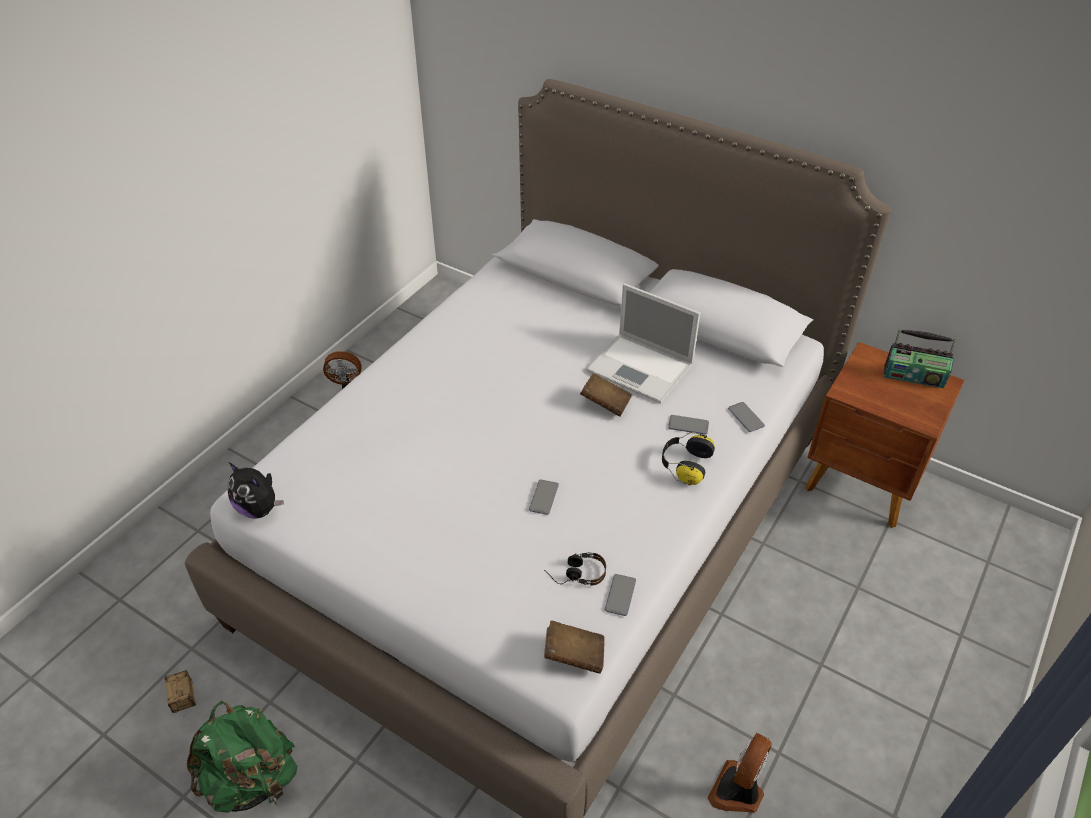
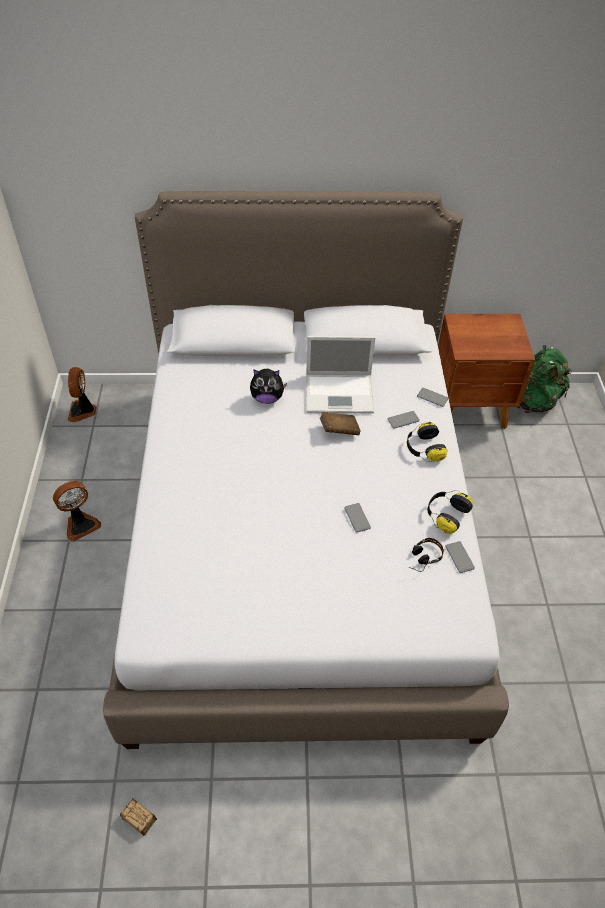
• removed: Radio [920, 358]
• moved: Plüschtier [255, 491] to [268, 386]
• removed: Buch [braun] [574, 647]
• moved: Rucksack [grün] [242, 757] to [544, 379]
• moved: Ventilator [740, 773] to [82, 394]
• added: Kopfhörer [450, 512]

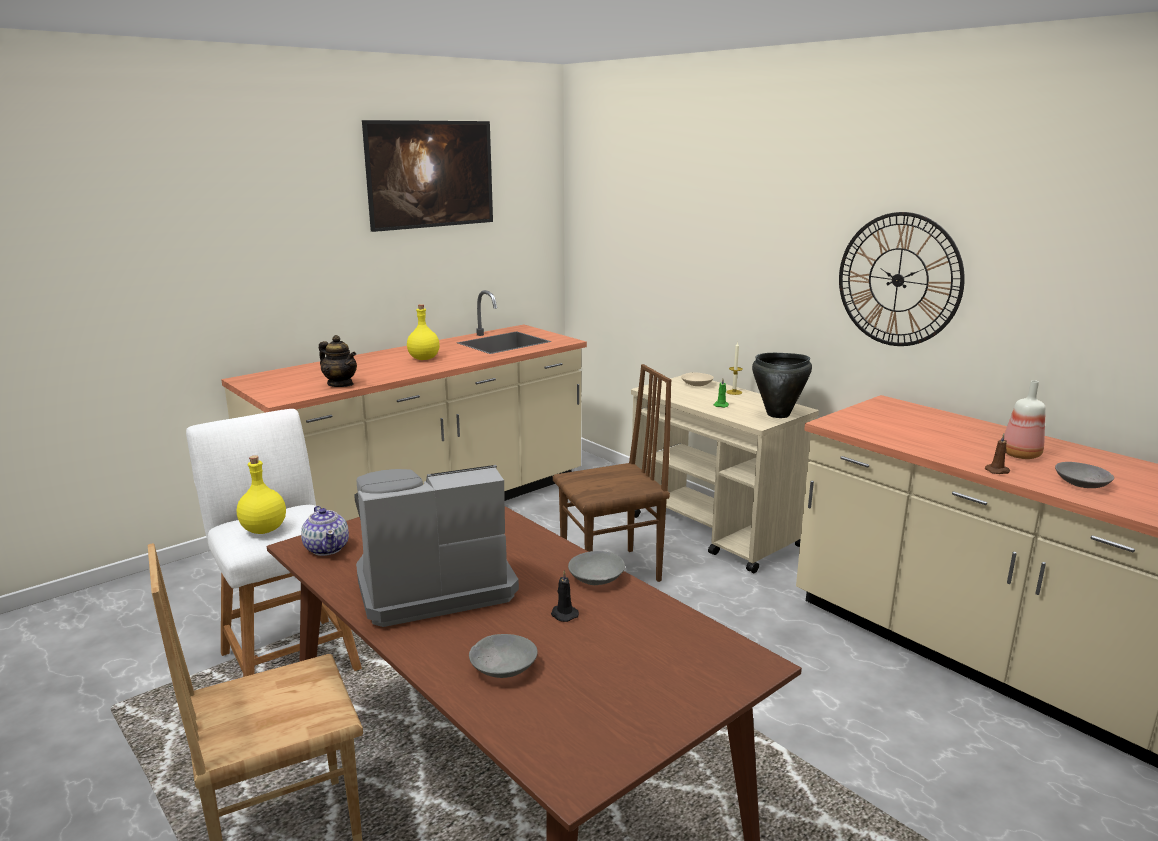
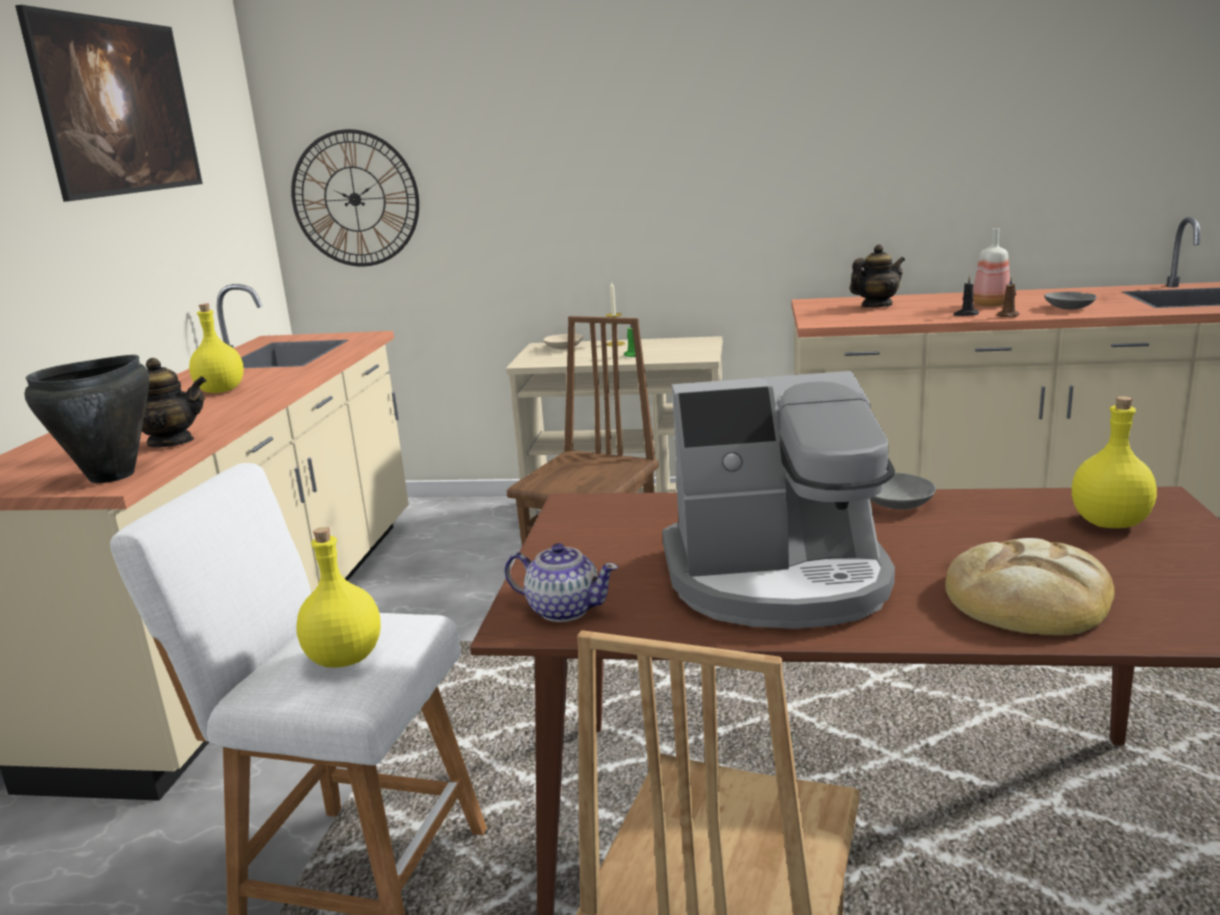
• moved: Wanduhr [902, 279] to [355, 197]
• moved: Kochtopf [schwarz] [782, 385] to [86, 419]
• turned: Kaffeemaschine [436, 546] = [778, 500] 120 degrees counterclockwise
• moved: Kerze [schwarz] [565, 596] to [966, 296]
• replaced: Schüssel [grau] [503, 656] to Brot [1030, 586]
• added: Teekanne [877, 275]
• added: Flasche [gelb] [1114, 462]

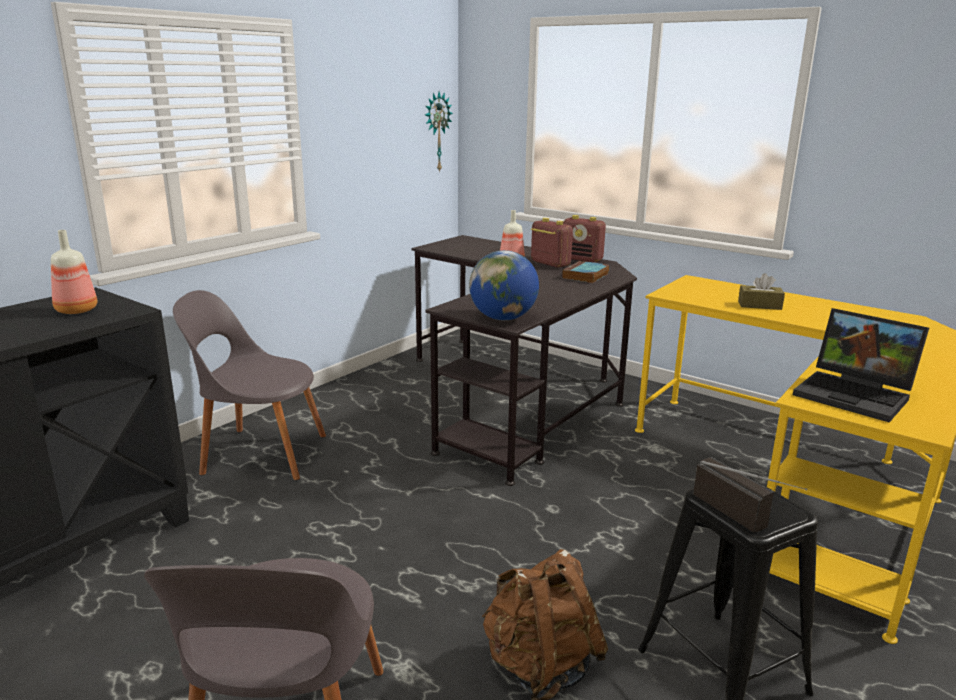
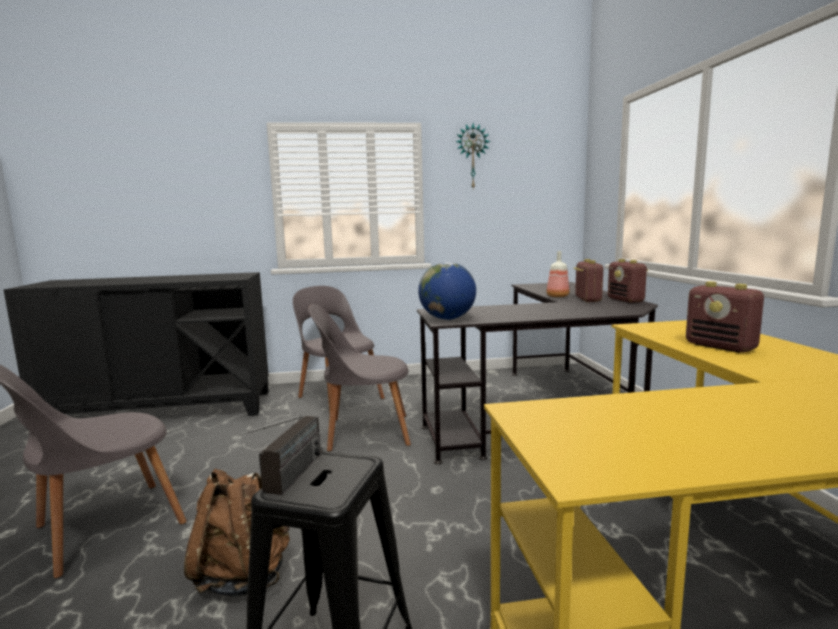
• moved: Wanduhr [439, 132] to [473, 155]
• removed: Flasche [74, 272]
• removed: Buch [585, 272]
• replaced: Taschentuchbox [braun] [761, 291] to Radio [725, 317]
• removed: Laptop [861, 365]
• added: Stuhl [grau] [359, 378]

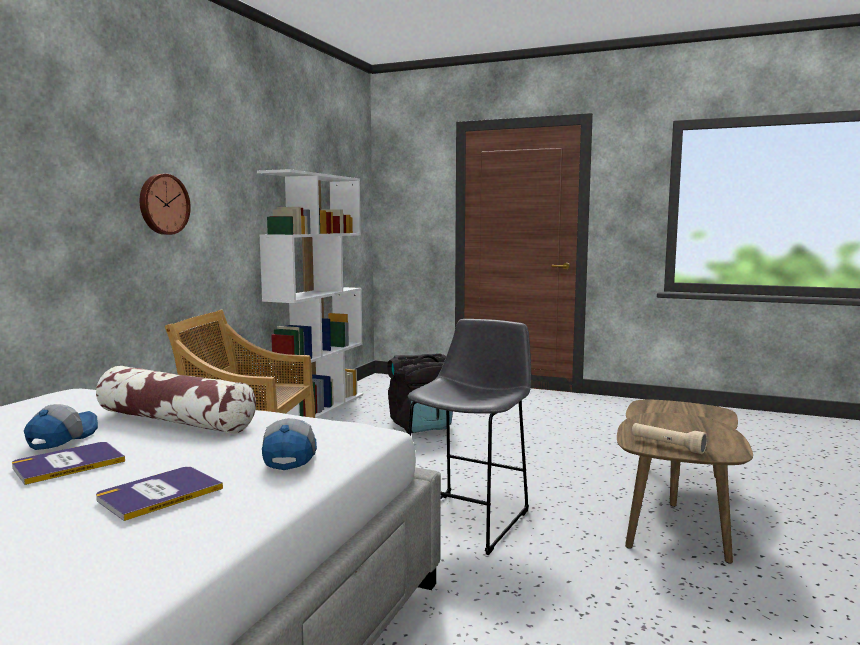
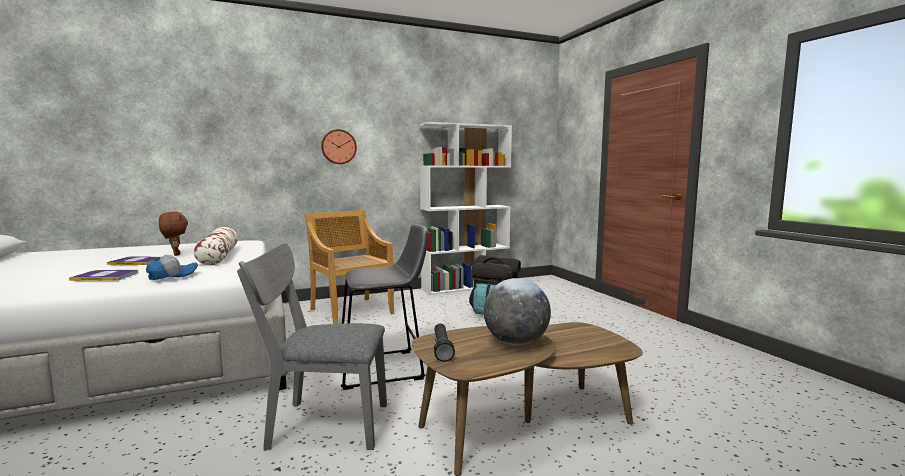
• replaced: Kappe [61, 427] to Plüschtier [braun] [173, 233]
• recoloured: Taschenlampe [beige] [669, 438] to Taschenlampe [schwarz] [444, 342]
• added: Stuhl [grau] [312, 347]
• added: Globus [517, 312]

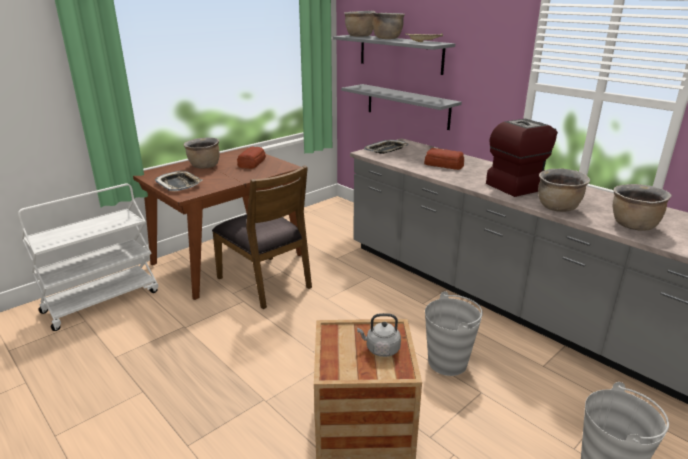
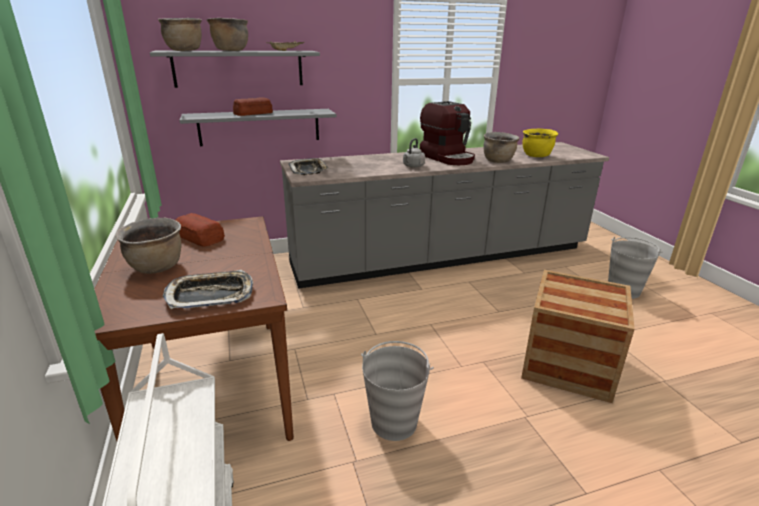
• turned: Kaffeemaschine [522, 157] = [447, 133] 150 degrees clockwise
• moved: Brot [444, 159] to [253, 106]
• removed: Stuhl [braun] [262, 237]
• recoloured: Kochtopf [braun] [642, 207] to Kochtopf [gelb] [540, 142]
• moved: Eimer [grau] [454, 333] to [397, 391]
• moved: Wasserkessel [grau] [379, 335] to [414, 153]

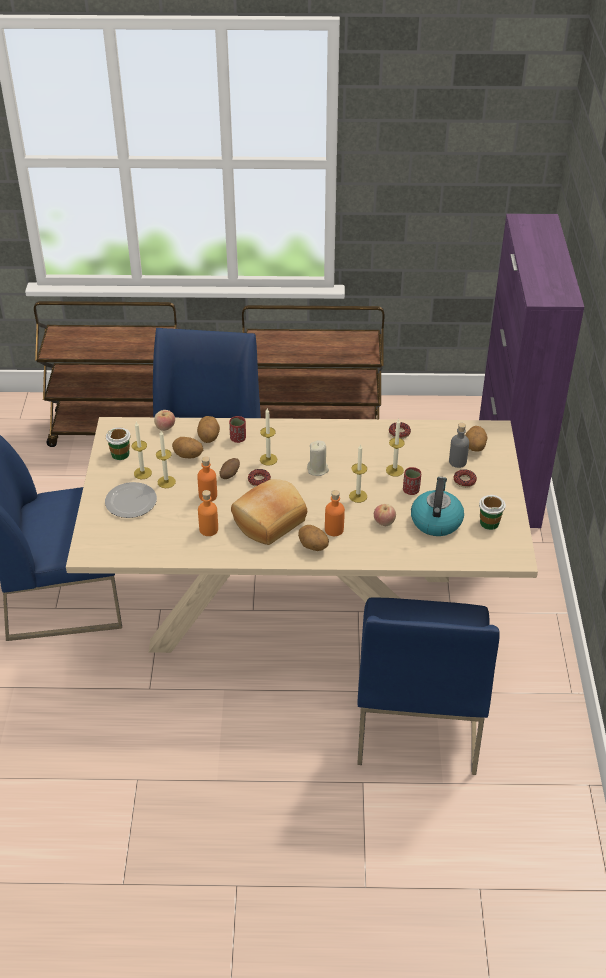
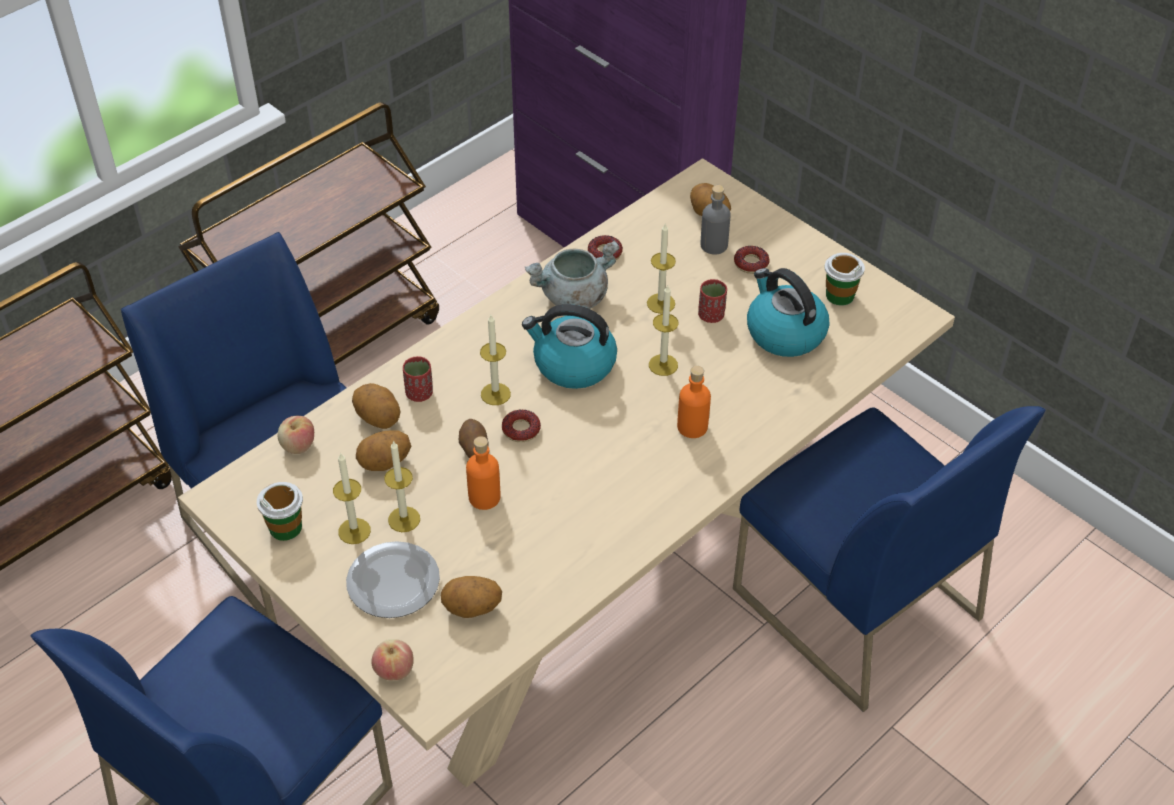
• replaced: Kerze [beige] [318, 458] to Wasserkessel [569, 346]
• removed: Brot [269, 512]
• removed: Flasche [orange] [208, 513]
• moved: Apfel [385, 515] to [392, 659]
• moved: Kartoffel [313, 538] to [471, 597]
• added: Kochtopf [grau] [572, 274]

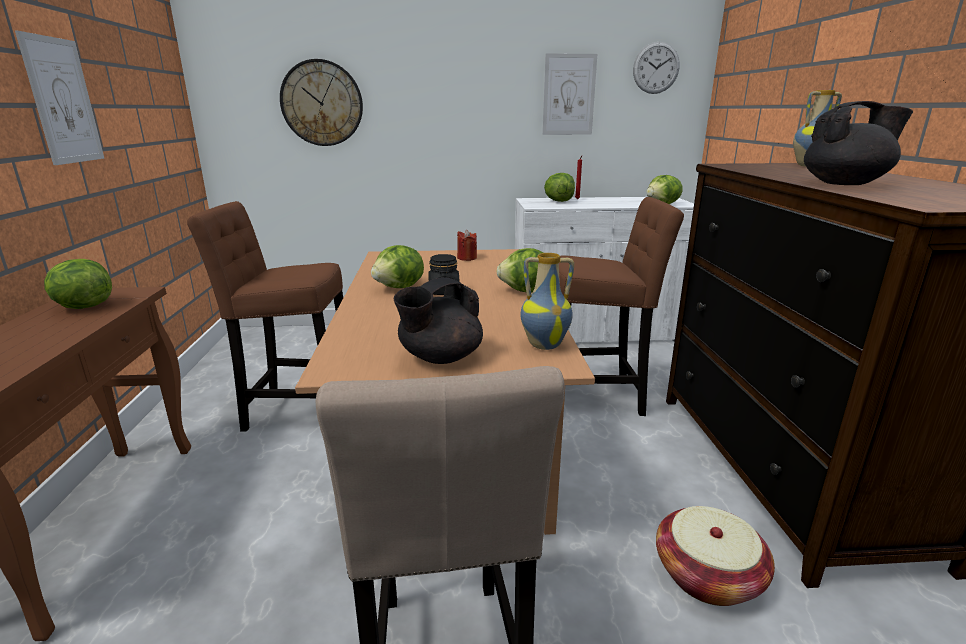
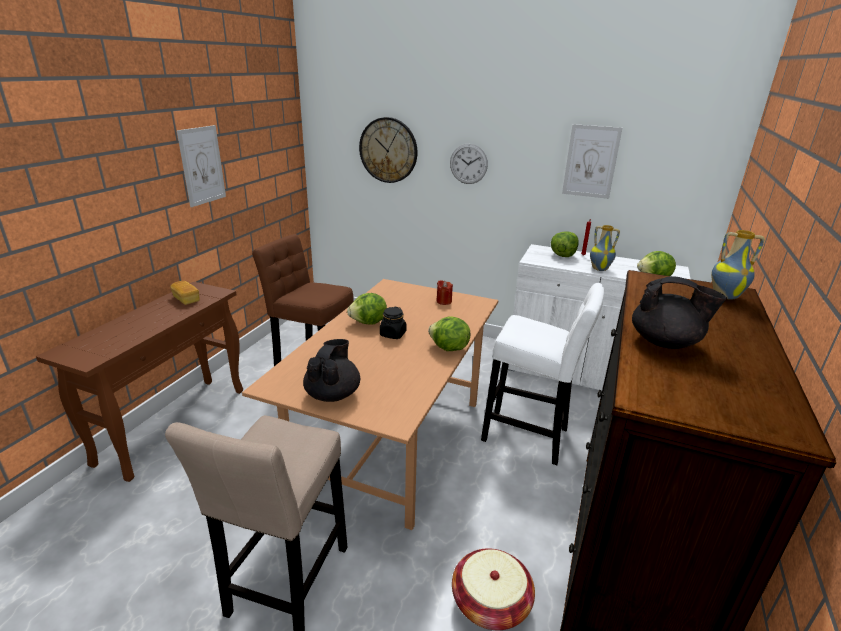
• moved: Wanduhr [656, 68] to [469, 164]
• recoloured: Hocker [braun] [621, 306] to Hocker [weiß] [542, 374]
• moved: Vase [547, 301] to [605, 248]
• replaced: Salatkopf [78, 284] to Brot [185, 293]
• turned: Teekanne [schwarz] [438, 320] = [331, 370] 120 degrees clockwise

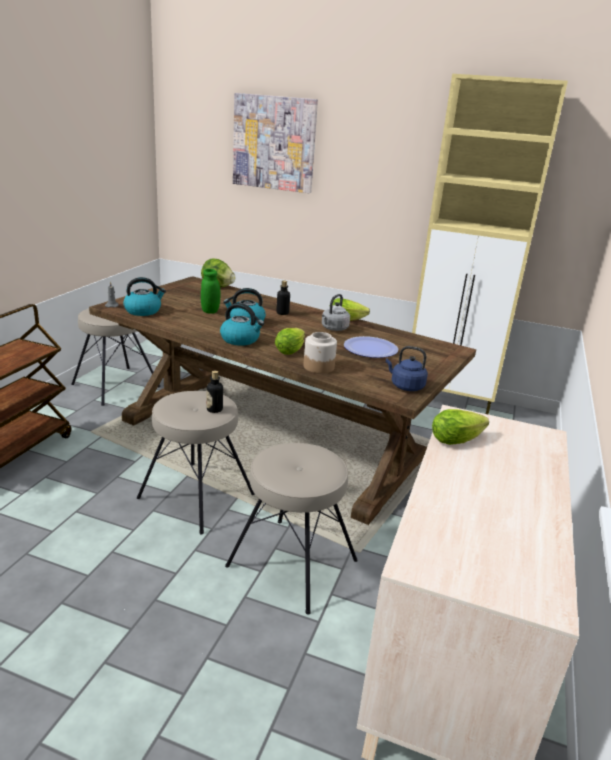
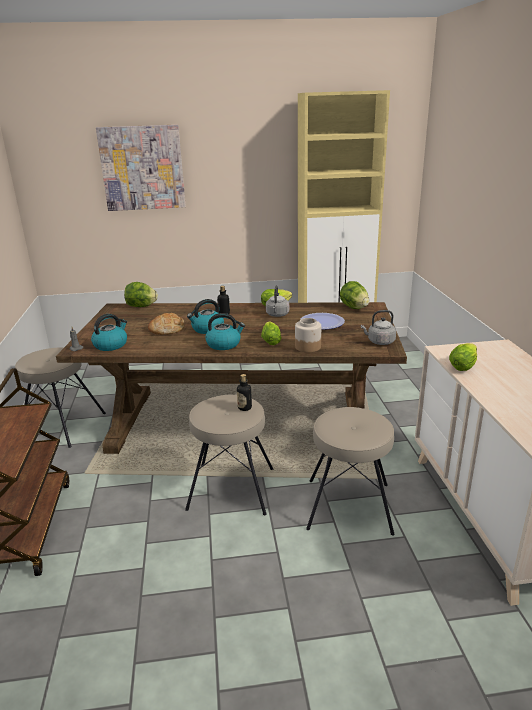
• replaced: Vorratsglas [grün] [211, 291] to Brot [166, 324]
• recoloured: Wasserkessel [blau] [407, 368] to Wasserkessel [grau] [378, 327]
• added: Salatkopf [354, 295]

